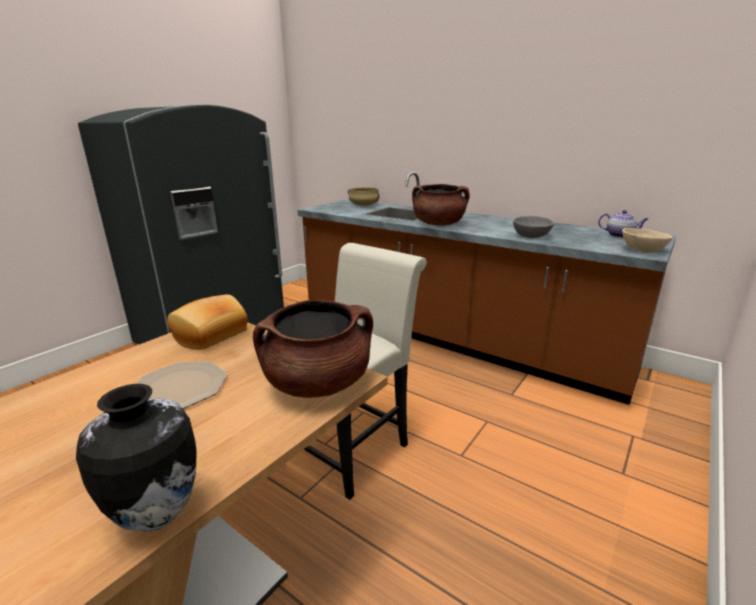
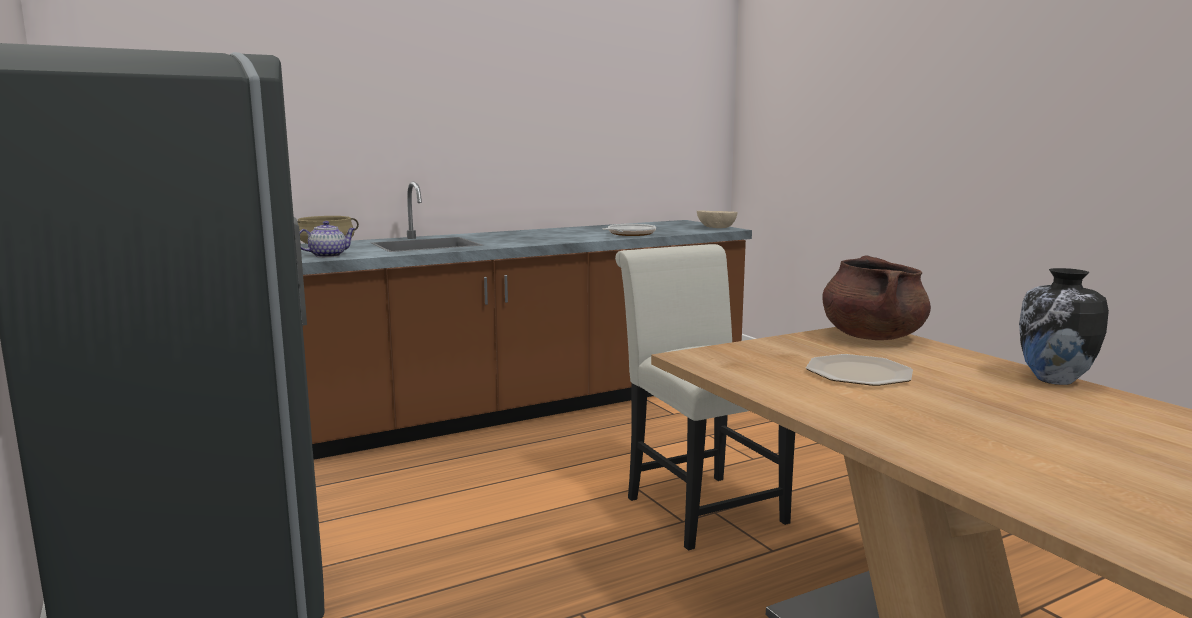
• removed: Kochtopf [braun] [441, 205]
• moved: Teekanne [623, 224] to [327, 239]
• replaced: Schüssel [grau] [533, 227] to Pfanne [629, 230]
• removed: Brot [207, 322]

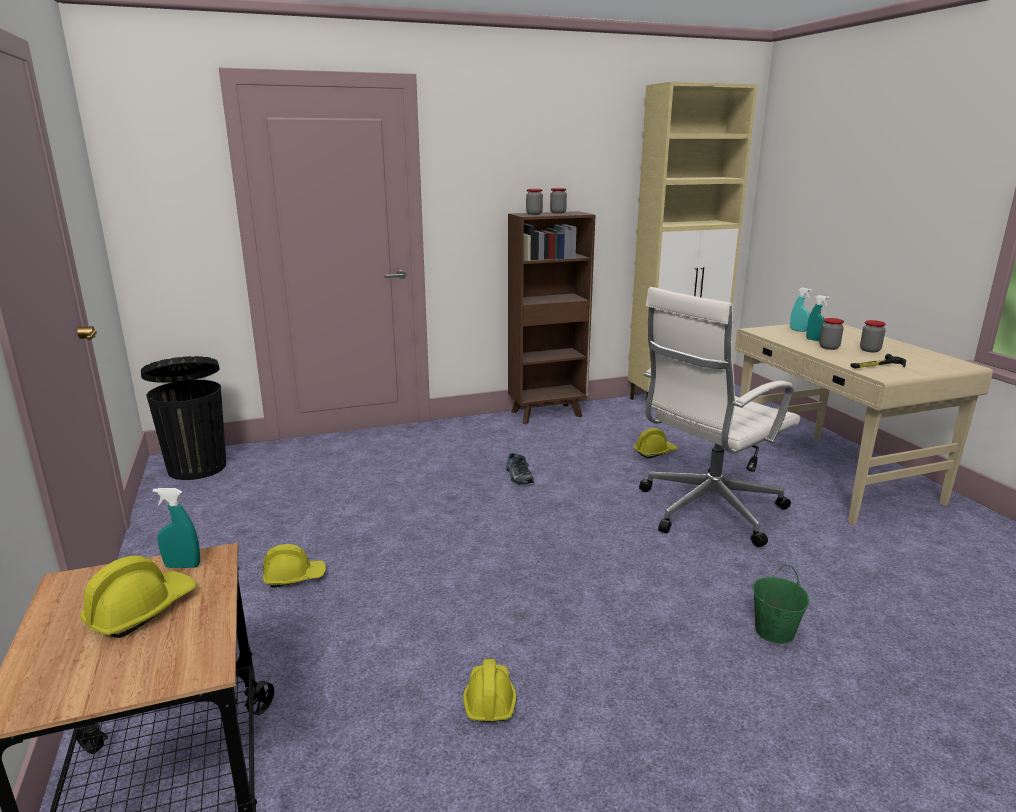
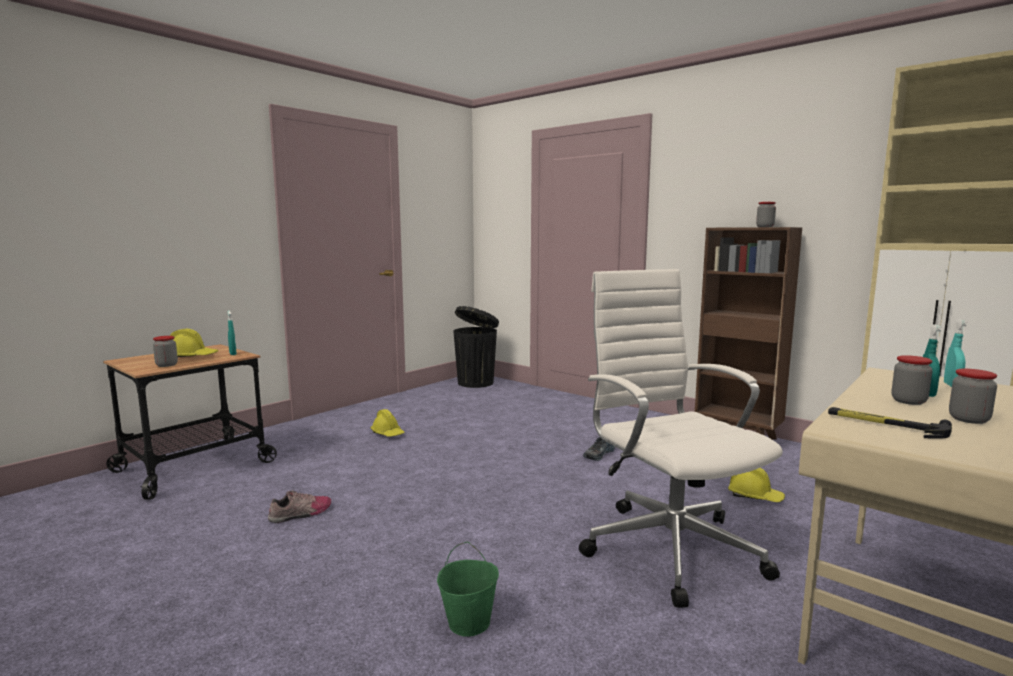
• moved: Vorratsglas [534, 202] to [165, 351]
• turned: Bürostuhl [weiß] [719, 417] = [681, 438] 45 degrees clockwise
• replaced: Schutzhelm [gelb] [490, 690] to Schuh [299, 506]

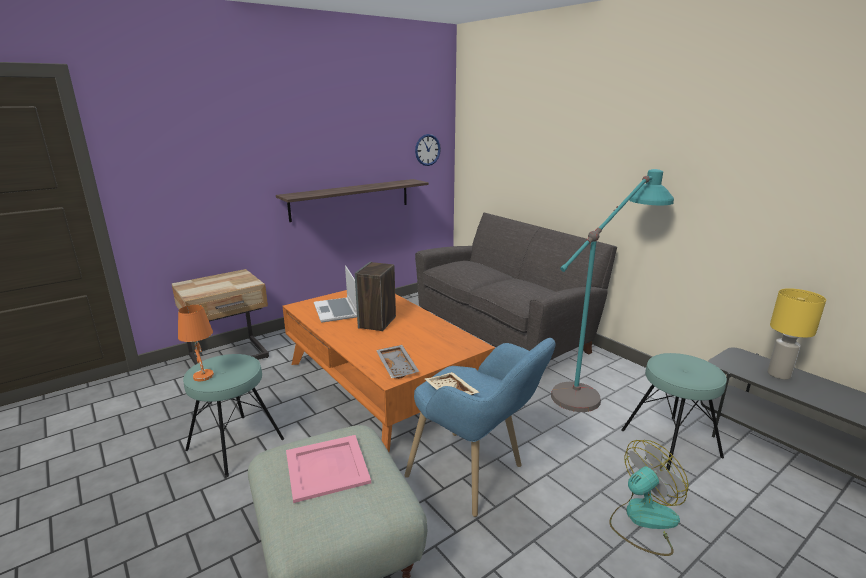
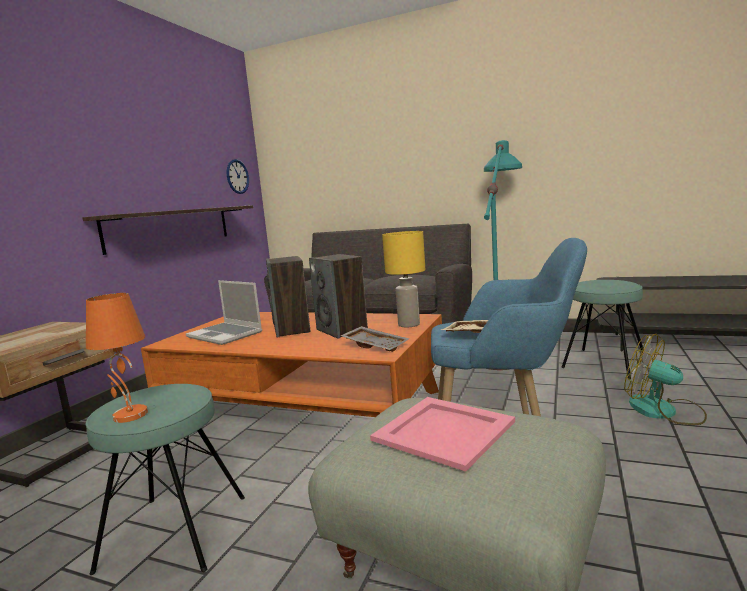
• moved: Tischlampe [gelb] [796, 334] to [404, 279]
• turned: Ventilator [648, 498] = [665, 379] 75 degrees counterclockwise
• added: Lautsprecher [338, 296]

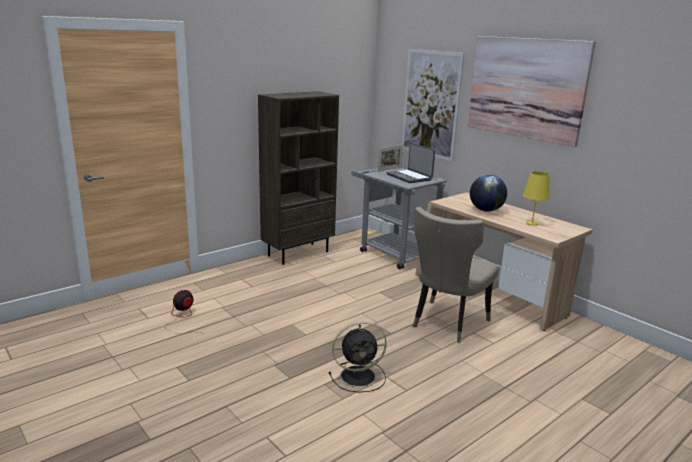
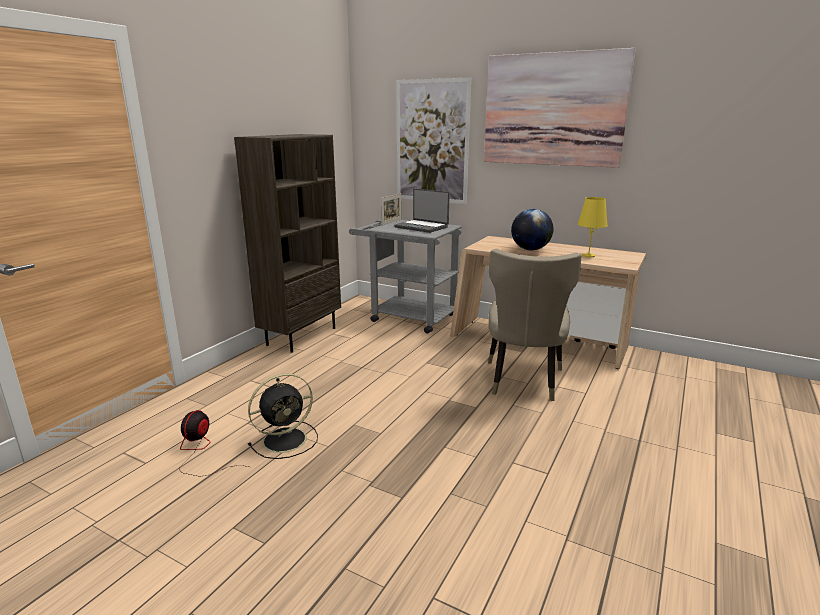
• moved: Ventilator [schwarz] [358, 357] to [283, 416]

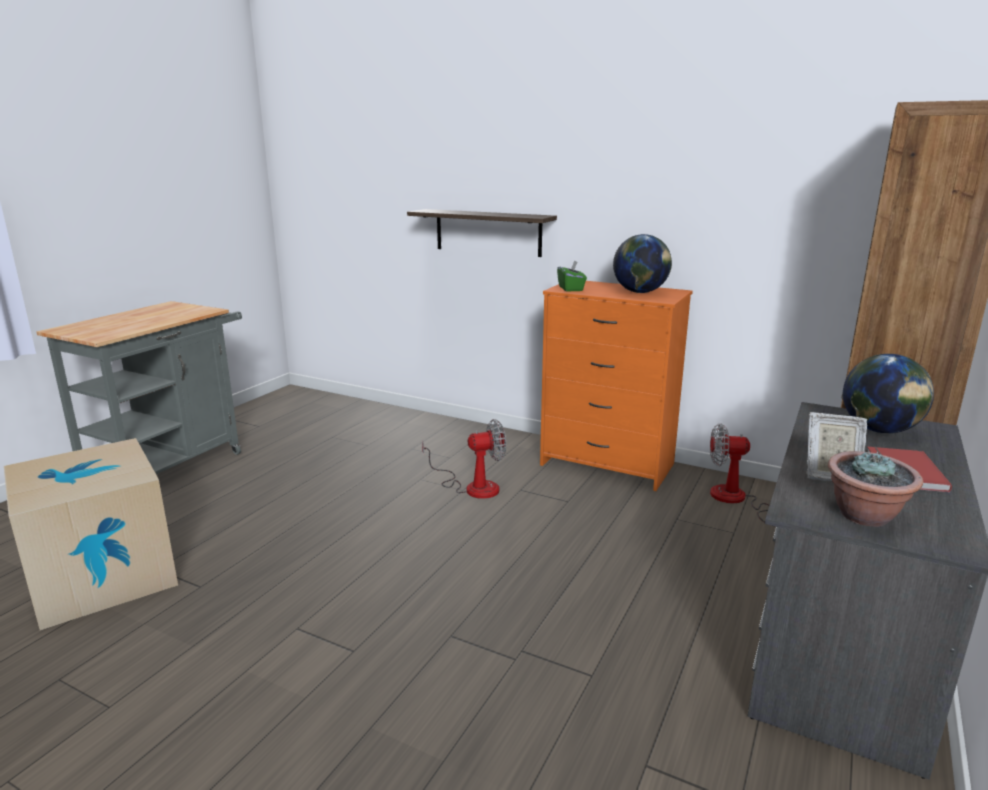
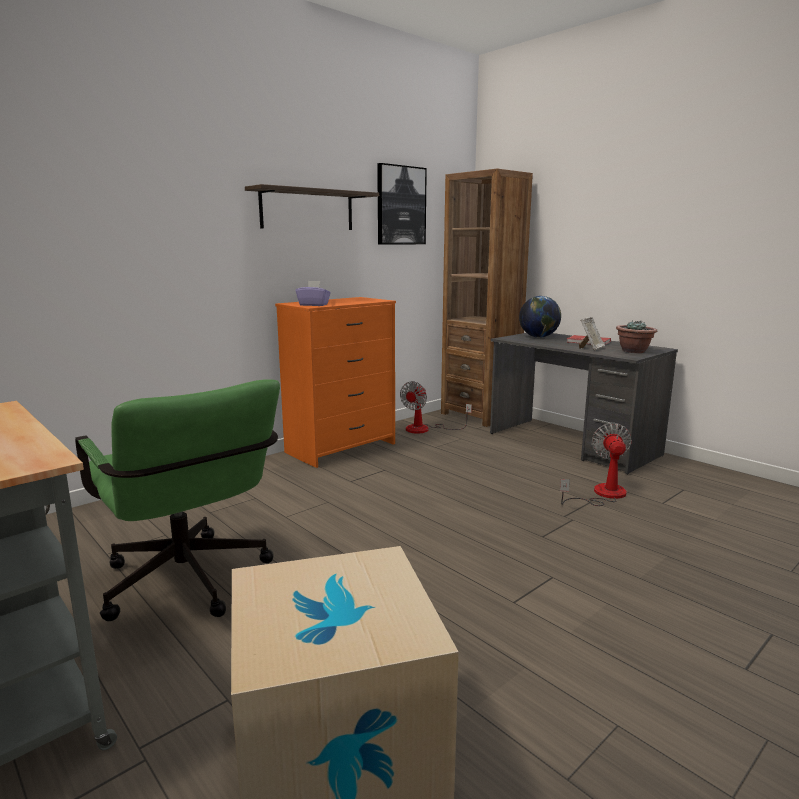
• moved: Wandregal [482, 233] to [312, 207]
• removed: Globus [642, 263]
• recoloured: Taschentuchbox [grün] [572, 276] to Taschentuchbox [lila] [313, 293]
• moved: Ventilator [464, 459] to [596, 464]
• added: Bild [402, 204]
• added: Bürostuhl [grün] [177, 500]

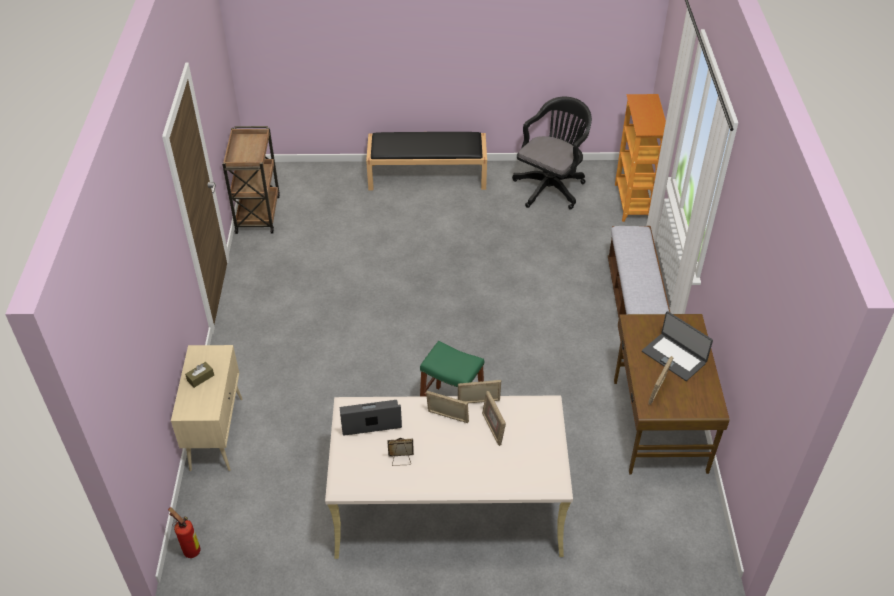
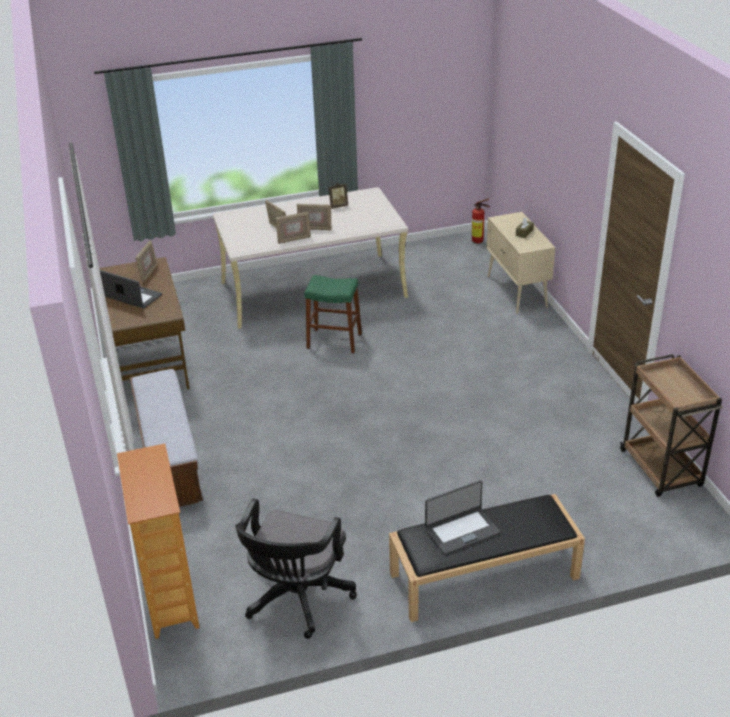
• moved: Laptop [371, 418] to [462, 517]

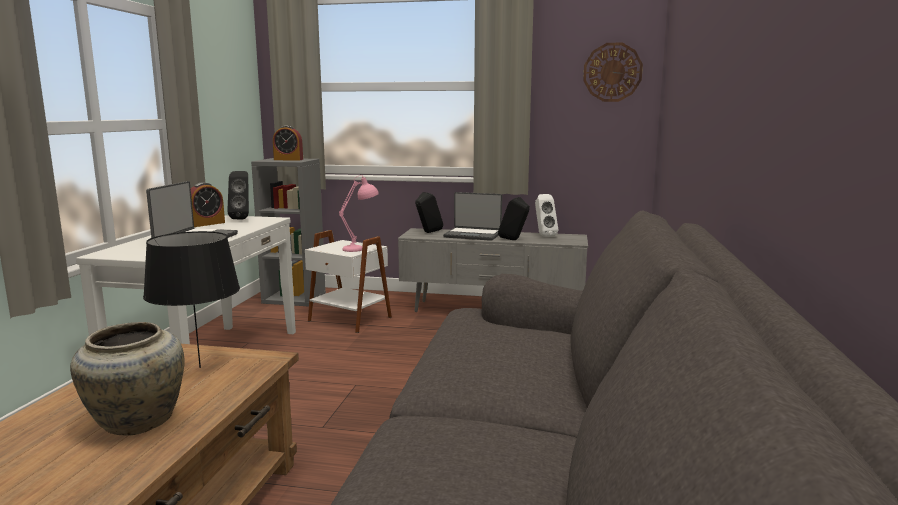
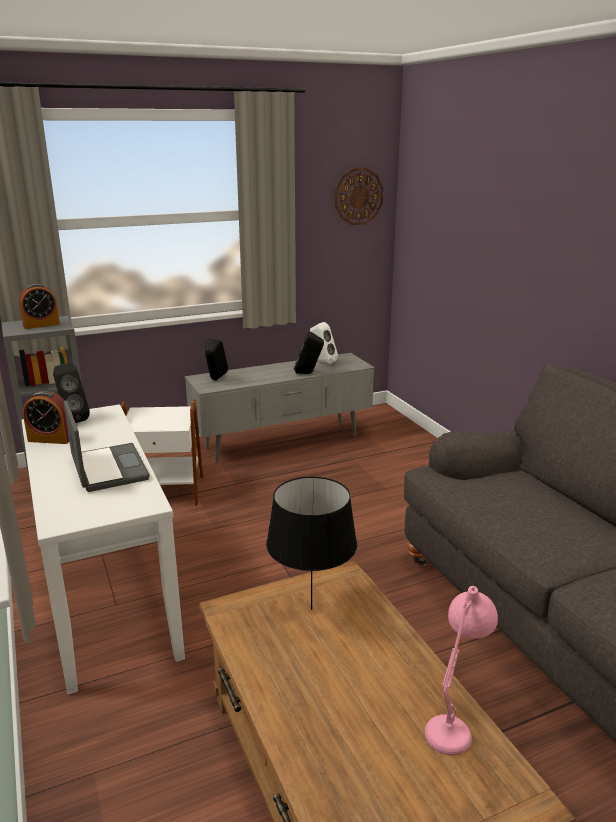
• moved: Tischlampe [rosa] [359, 213] to [461, 671]
• turned: Wecker [208, 204] = [46, 417] 90 degrees clockwise
• removed: Laptop [472, 216]
• removed: Vase [beige] [127, 378]

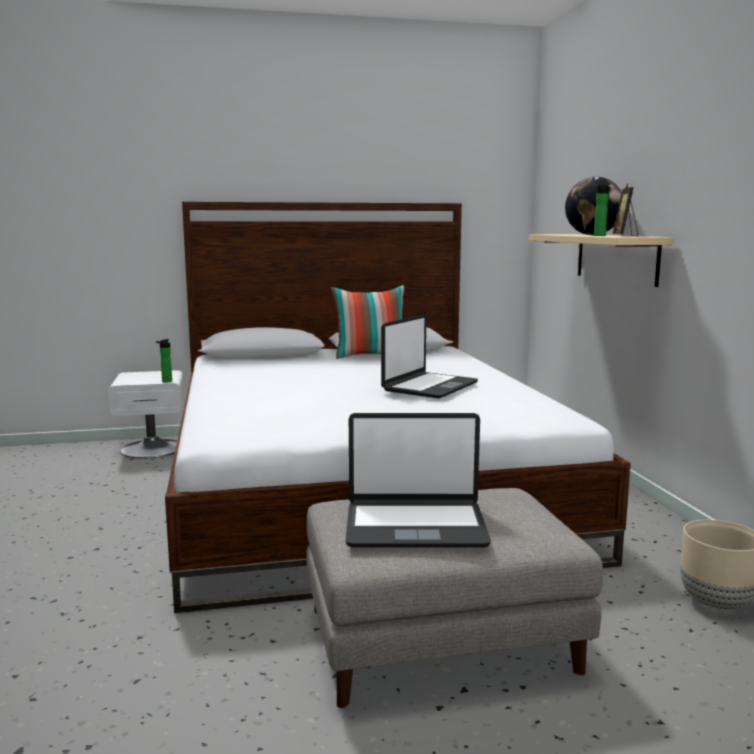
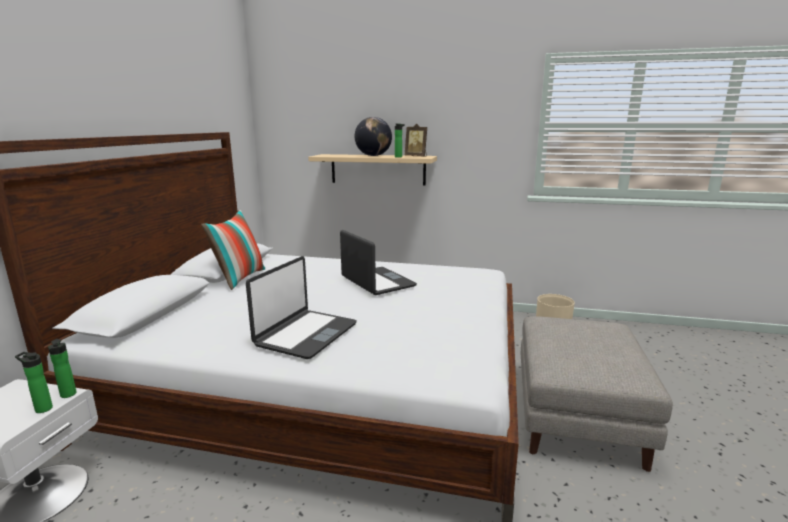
• moved: Laptop [418, 480] to [301, 307]
• added: Flasche [34, 382]

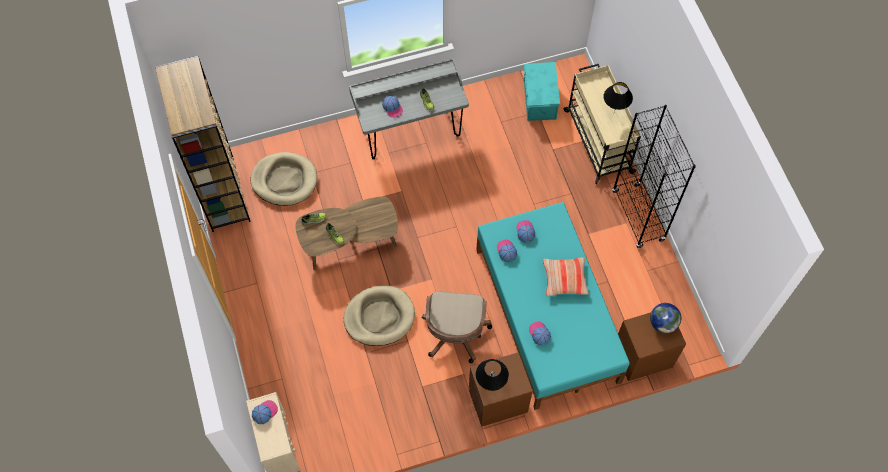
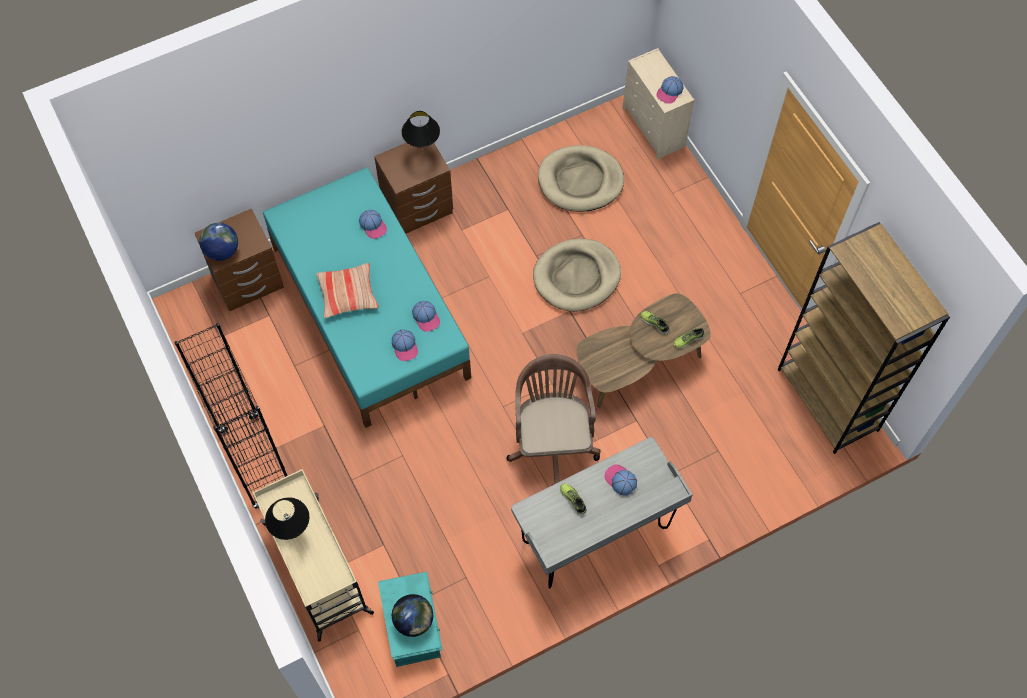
• moved: Hundebett [beige] [284, 179] to [581, 178]
• moved: Bürostuhl [braun] [456, 327] to [553, 420]
• added: Globus [412, 615]

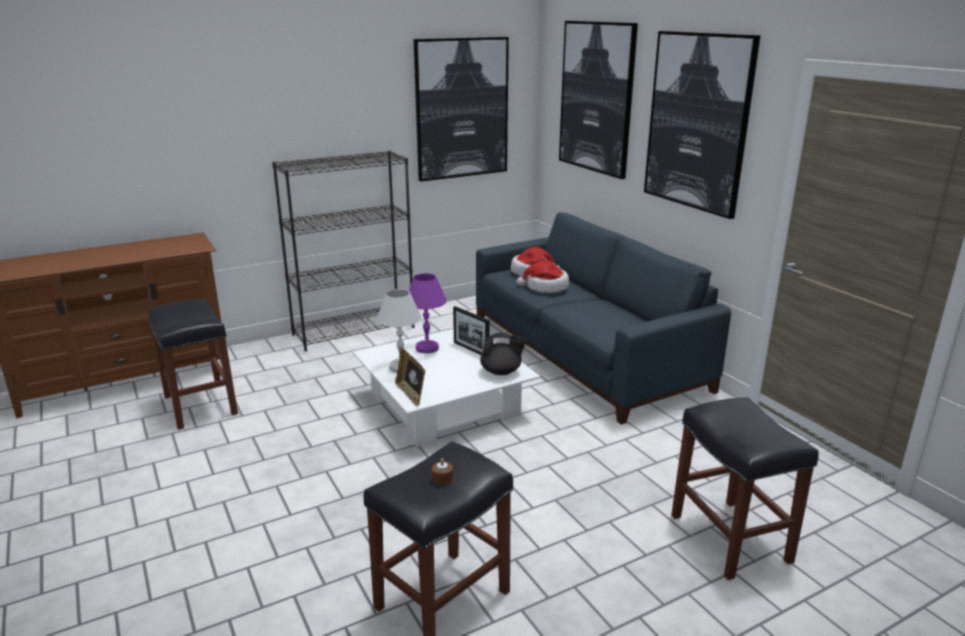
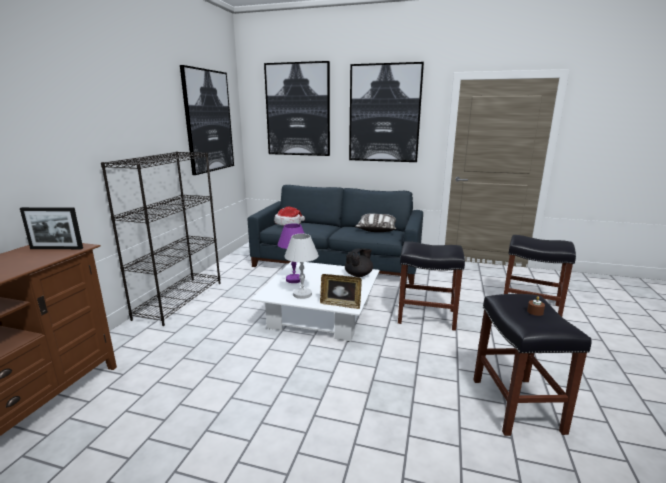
• removed: Hut [543, 276]
• moved: Hocker [schwarz] [193, 364] to [431, 286]
• moved: Bilderrahmen [471, 330] to [51, 228]
• added: Kissen [375, 222]

